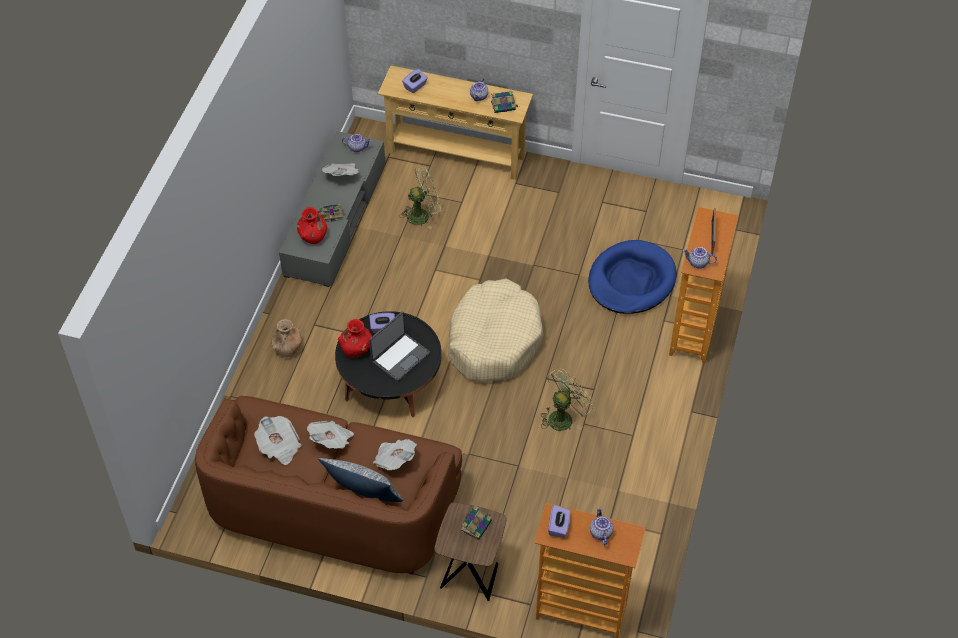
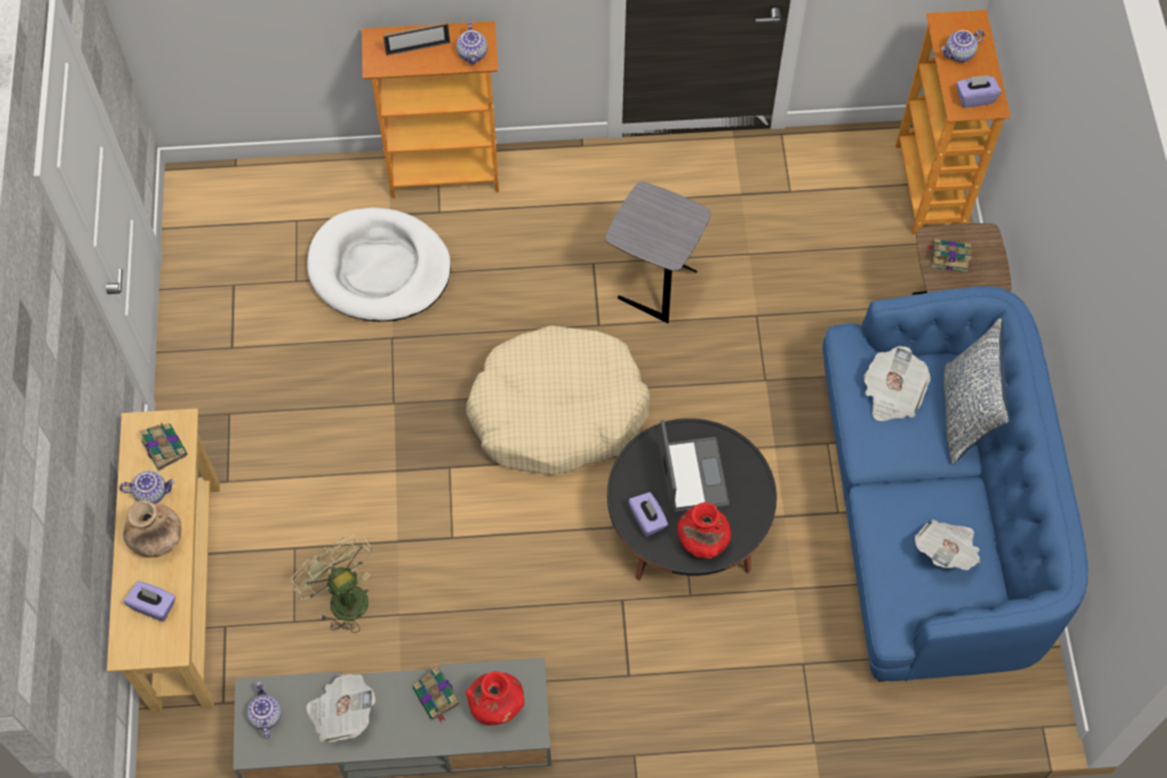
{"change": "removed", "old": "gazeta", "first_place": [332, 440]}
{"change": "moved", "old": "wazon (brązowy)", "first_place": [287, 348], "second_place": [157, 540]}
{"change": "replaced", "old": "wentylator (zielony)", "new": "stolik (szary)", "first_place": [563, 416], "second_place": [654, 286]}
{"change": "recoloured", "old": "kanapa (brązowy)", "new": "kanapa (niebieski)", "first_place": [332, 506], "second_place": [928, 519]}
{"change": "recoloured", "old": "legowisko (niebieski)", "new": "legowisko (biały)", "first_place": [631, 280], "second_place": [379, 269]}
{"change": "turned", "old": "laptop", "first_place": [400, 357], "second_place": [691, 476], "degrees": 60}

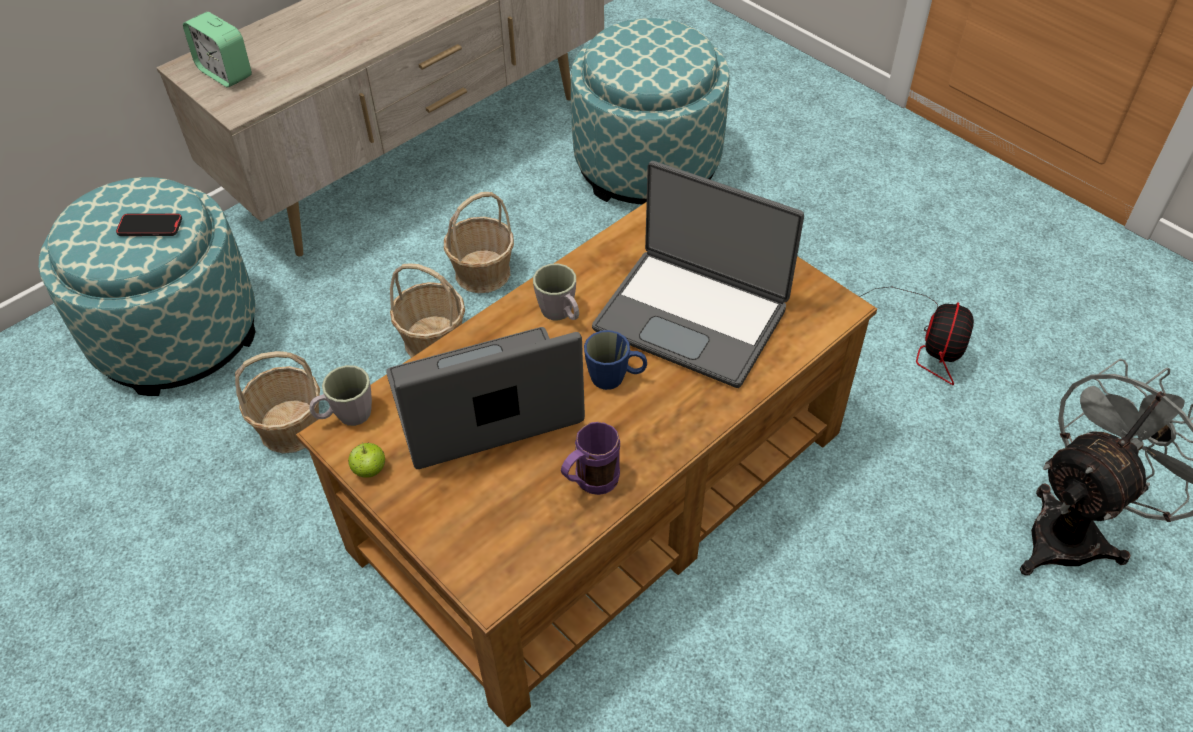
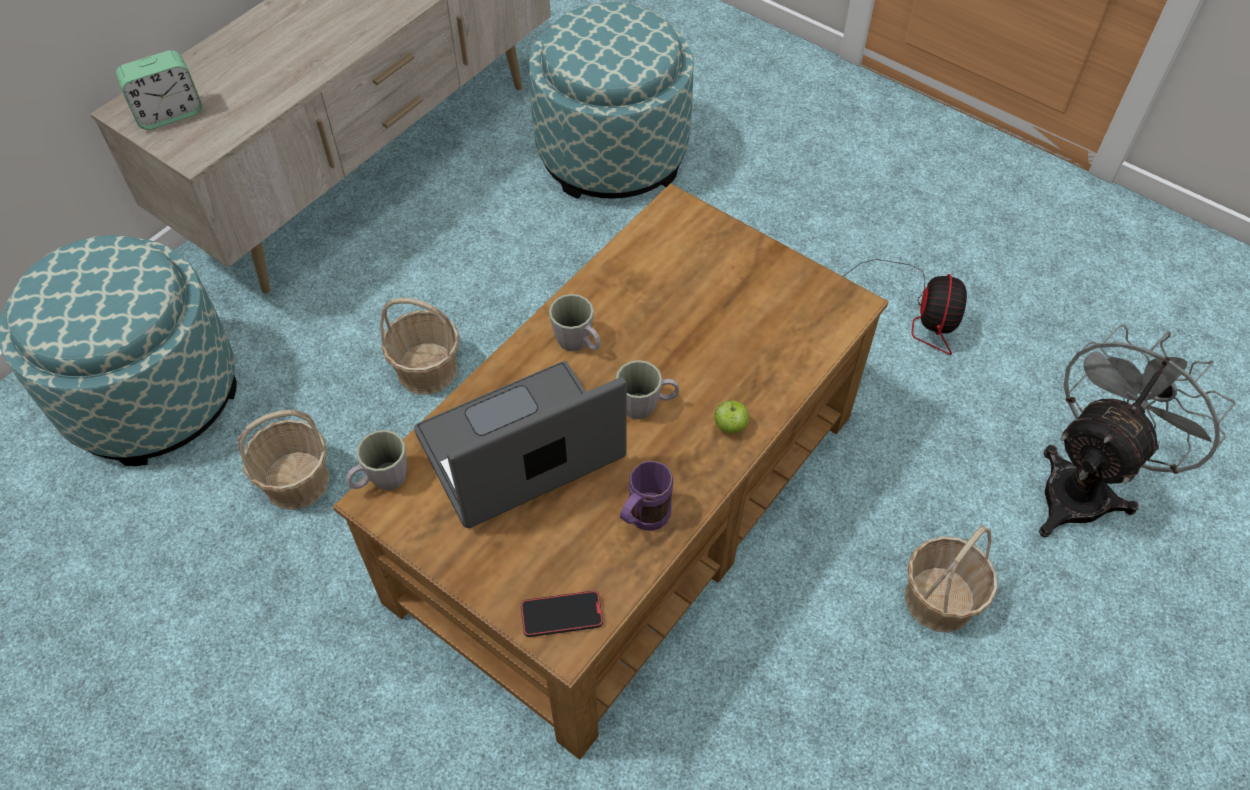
{"change": "removed", "old": "laptop", "first_place": [692, 316]}
{"change": "moved", "old": "telefon", "first_place": [150, 227], "second_place": [562, 615]}
{"change": "moved", "old": "jabłko", "first_place": [370, 470], "second_place": [730, 426]}
{"change": "moved", "old": "koszyk", "first_place": [482, 273], "second_place": [938, 600]}
{"change": "recoloured", "old": "kubek (niebieski)", "new": "kubek (szary)", "first_place": [615, 378], "second_place": [646, 405]}
{"change": "turned", "old": "budzik", "first_place": [225, 73], "second_place": [169, 113], "degrees": -60}

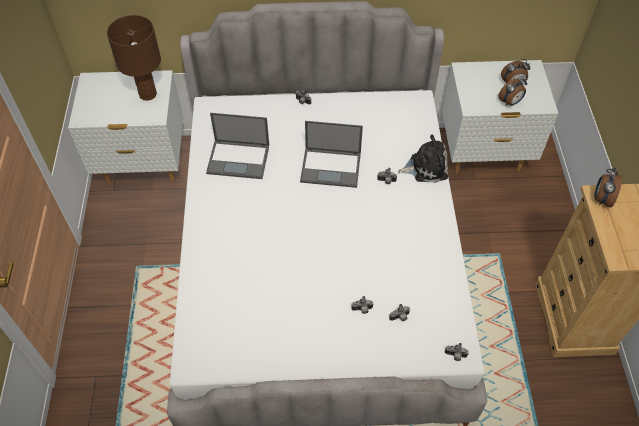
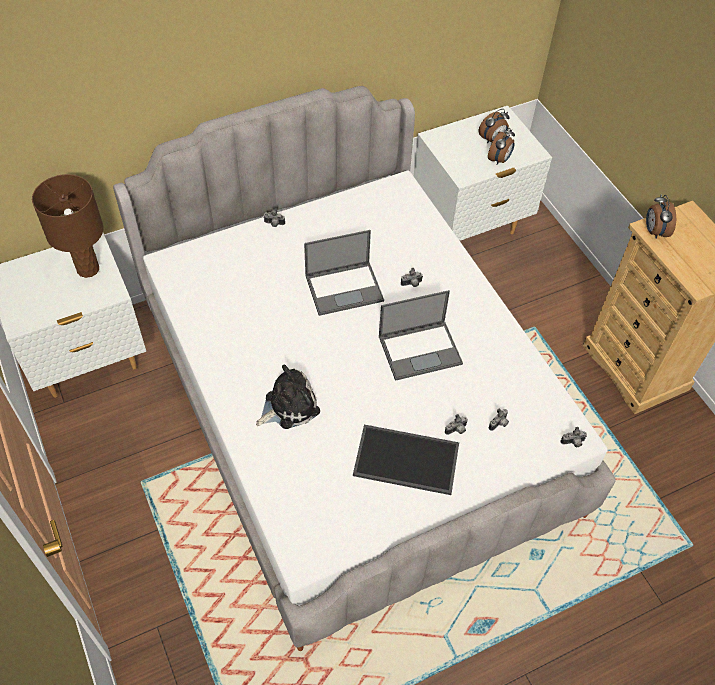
{"change": "added", "new": "taca", "second_place": [405, 461]}
{"change": "moved", "old": "laptop", "first_place": [239, 159], "second_place": [421, 349]}
{"change": "moved", "old": "pluszak", "first_place": [426, 167], "second_place": [288, 405]}

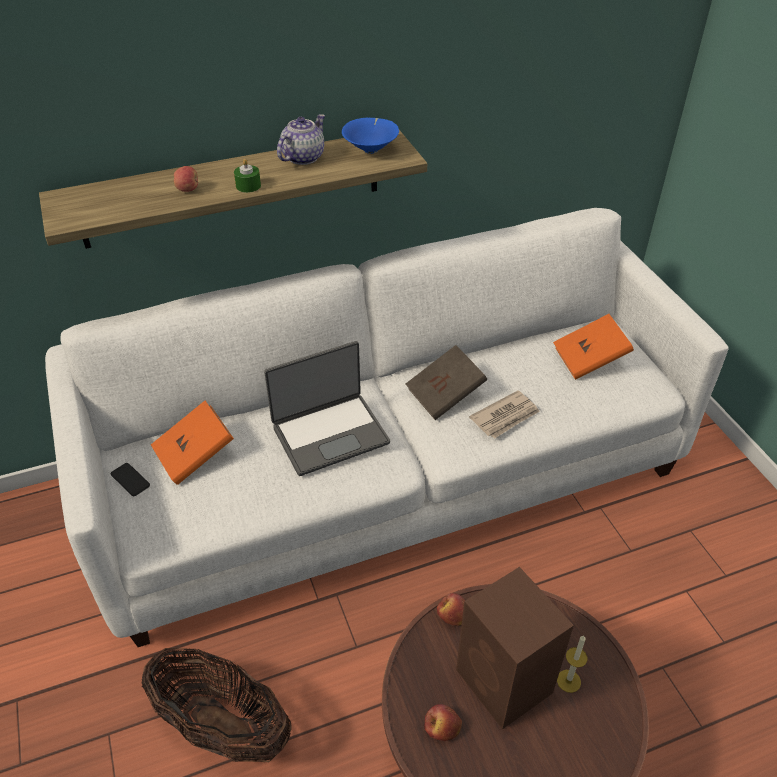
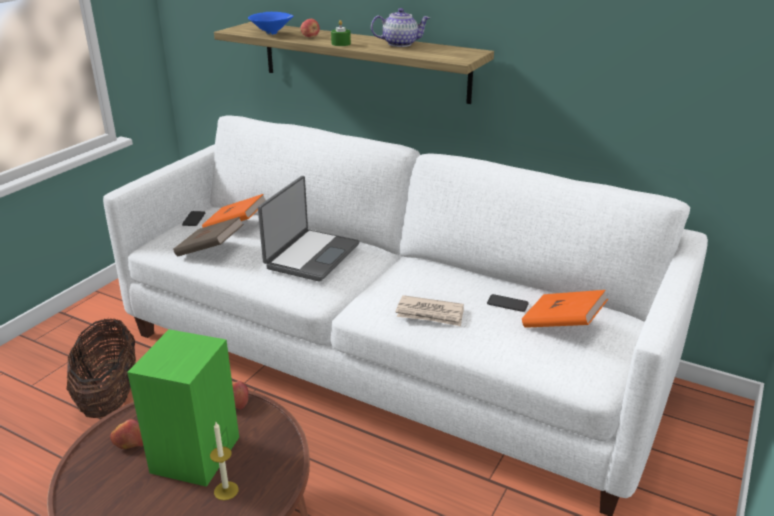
{"change": "added", "new": "telefon", "second_place": [507, 303]}
{"change": "moved", "old": "miska (niebieski)", "first_place": [371, 150], "second_place": [273, 33]}
{"change": "moved", "old": "książka (brązowy)", "first_place": [445, 395], "second_place": [210, 250]}
{"change": "recoloured", "old": "głośnik (brązowy)", "new": "głośnik (zielony)", "first_place": [505, 683], "second_place": [194, 456]}
{"change": "turned", "old": "laptop", "first_place": [330, 433], "second_place": [311, 256], "degrees": -90}

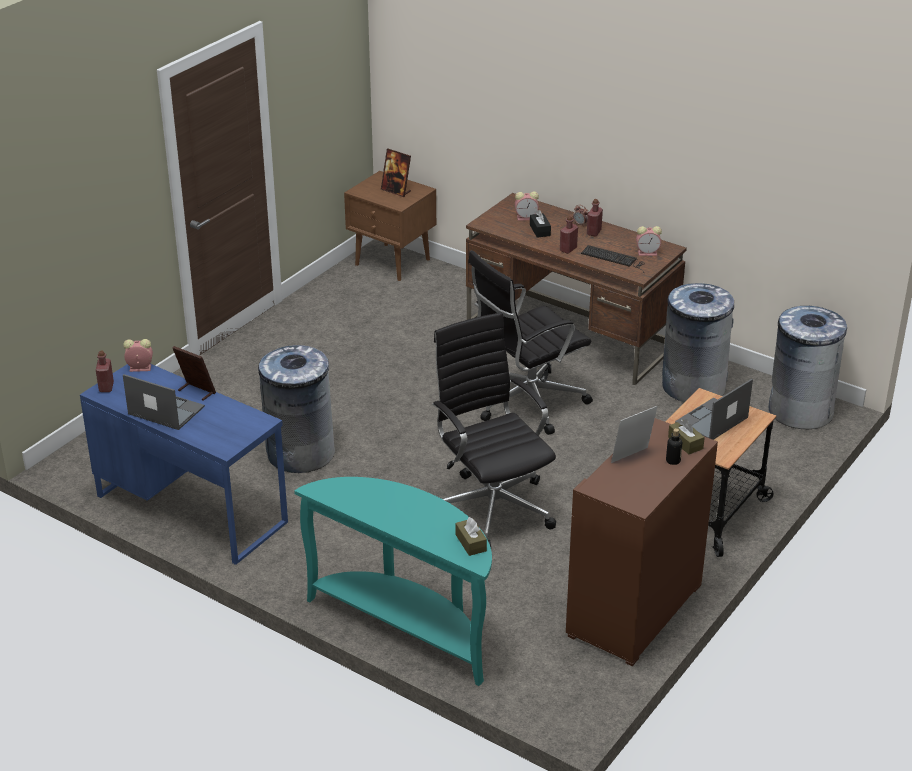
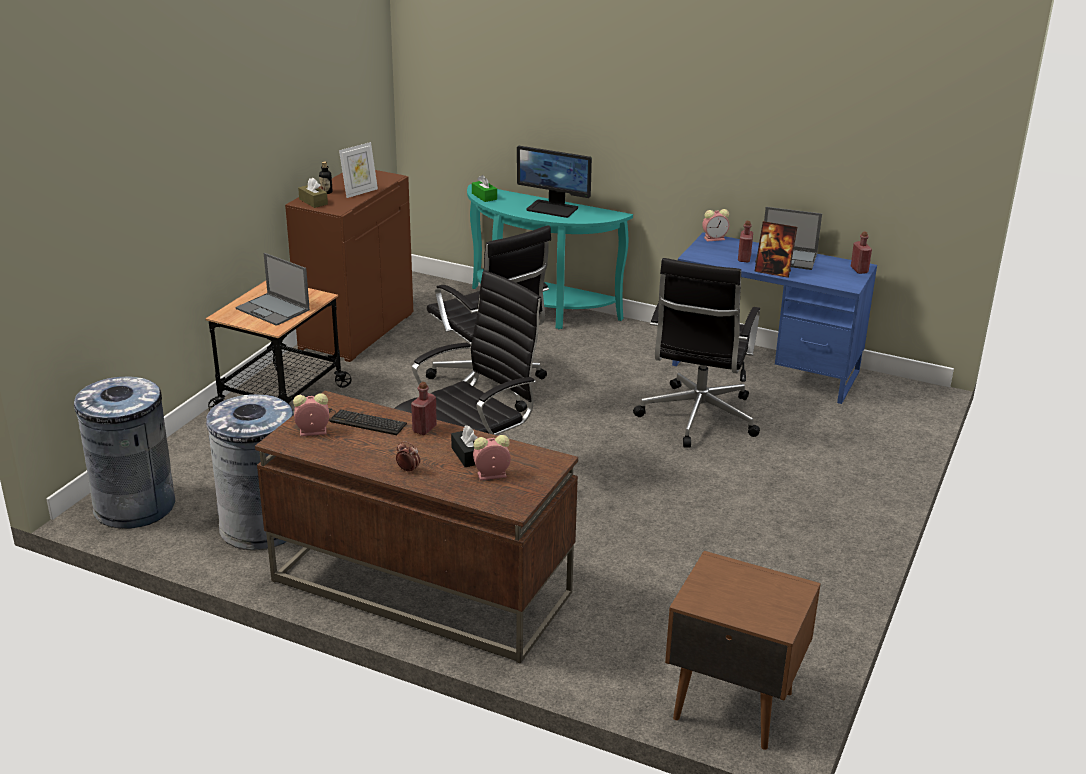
{"change": "removed", "old": "ramka na zdjęcie", "first_place": [396, 191]}
{"change": "added", "new": "monitor", "second_place": [553, 208]}
{"change": "moved", "old": "budzik", "first_place": [139, 368], "second_place": [715, 238]}
{"change": "moved", "old": "butelka (czerwony)", "first_place": [594, 232], "second_place": [744, 258]}
{"change": "replaced", "old": "kosz na śmieci (szary)", "new": "krzesło biurowe (czarny)", "first_place": [300, 453], "second_place": [697, 418]}
{"change": "recoloured", "old": "pudełko chusteczek (brązowy)", "new": "pudełko chusteczek (zielony)", "first_place": [470, 543], "second_place": [484, 196]}
{"change": "turned", "old": "laptop", "first_place": [711, 421], "second_place": [273, 309], "degrees": 90}

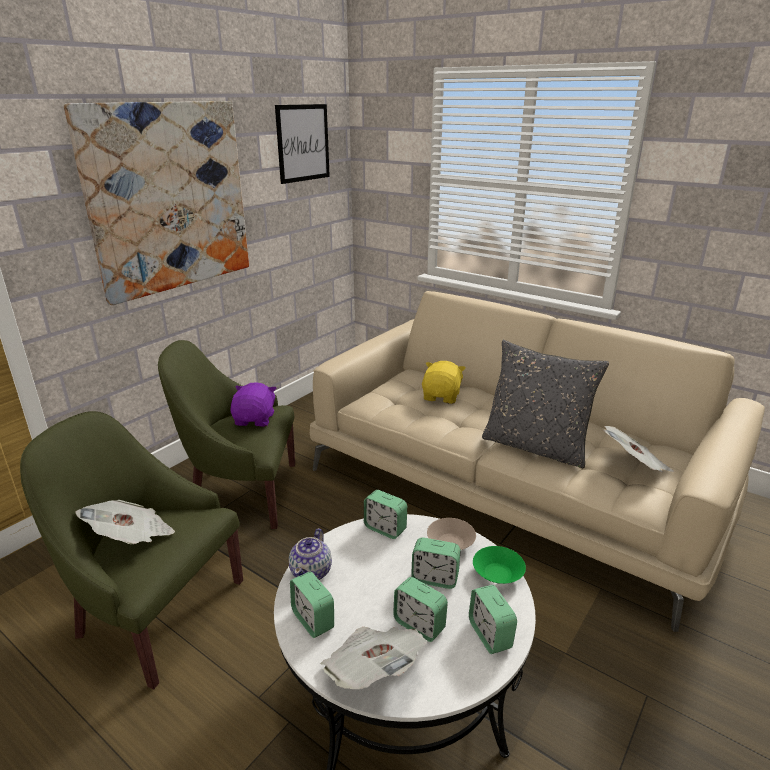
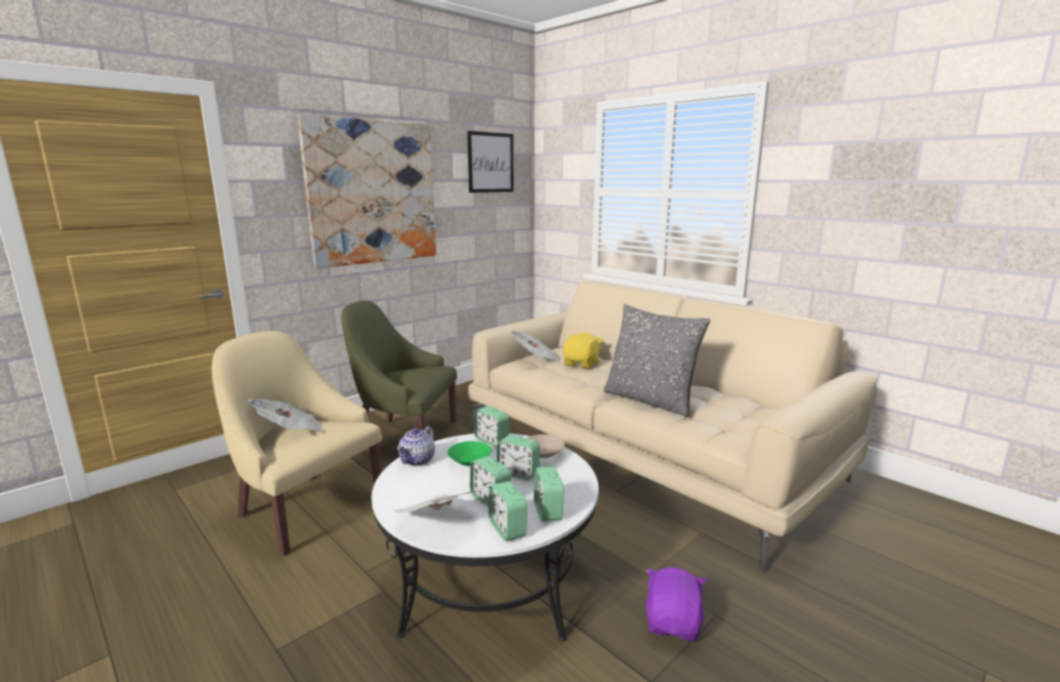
{"change": "moved", "old": "pluszak (fioletowy)", "first_place": [255, 420], "second_place": [673, 623]}
{"change": "moved", "old": "budzik", "first_place": [313, 620], "second_place": [507, 529]}
{"change": "moved", "old": "miska (zielony)", "first_place": [498, 574], "second_place": [470, 461]}
{"change": "moved", "old": "gazeta", "first_place": [634, 466], "second_place": [536, 358]}
{"change": "recoloured", "old": "fotel (zielony)", "new": "fotel (beżowy)", "first_place": [155, 612], "second_place": [305, 507]}

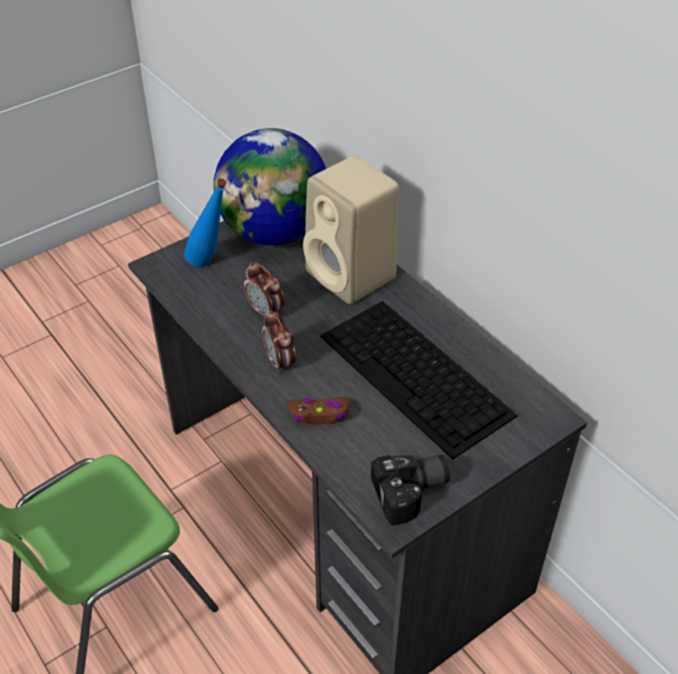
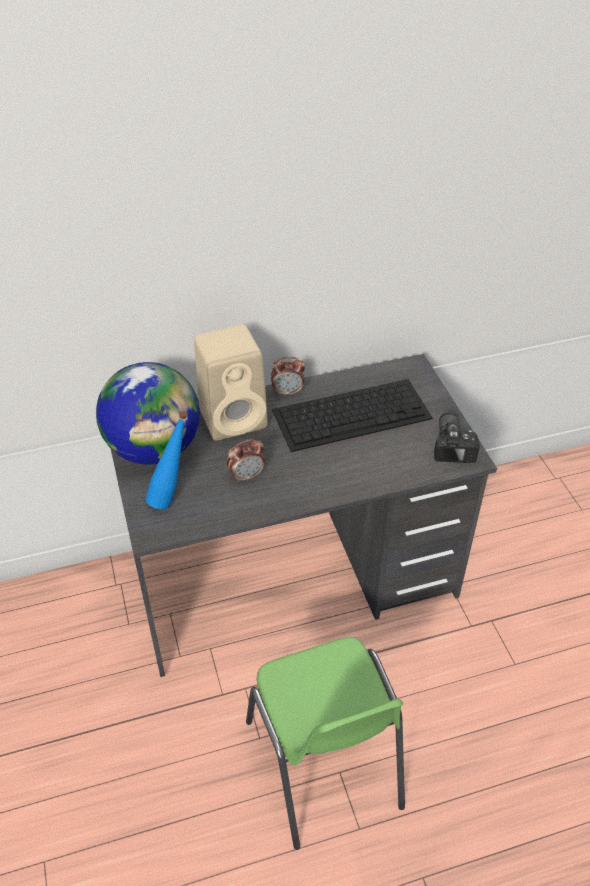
{"change": "removed", "old": "pad do gier (brązowy)", "first_place": [319, 414]}
{"change": "moved", "old": "budzik", "first_place": [280, 362], "second_place": [288, 392]}

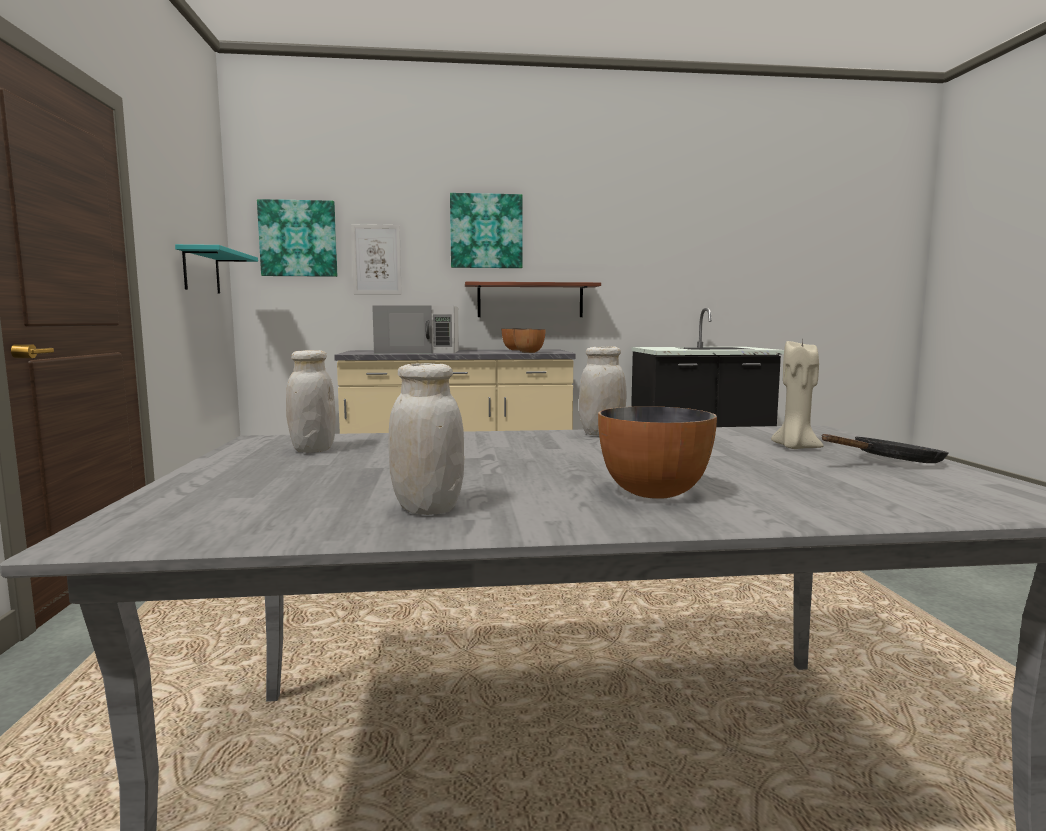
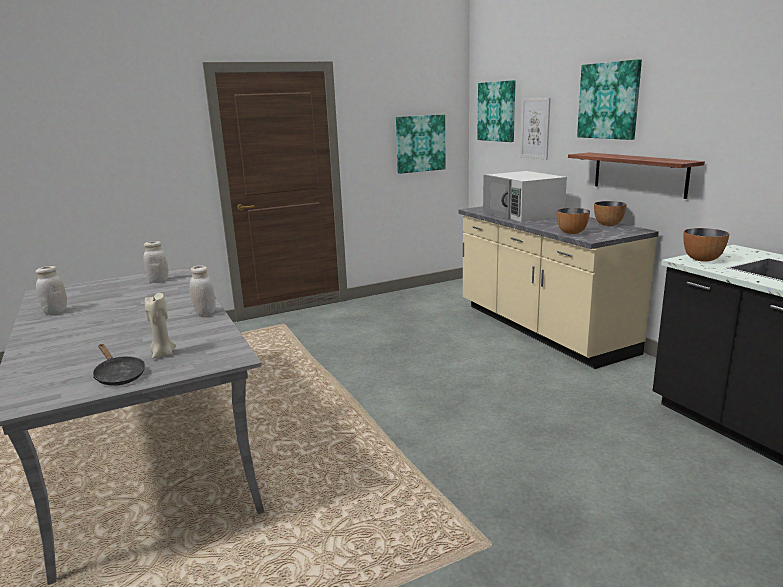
{"change": "moved", "old": "miska", "first_place": [653, 493], "second_place": [702, 259]}
{"change": "replaced", "old": "półka (turkusowy)", "new": "obraz", "first_place": [201, 271], "second_place": [420, 143]}

